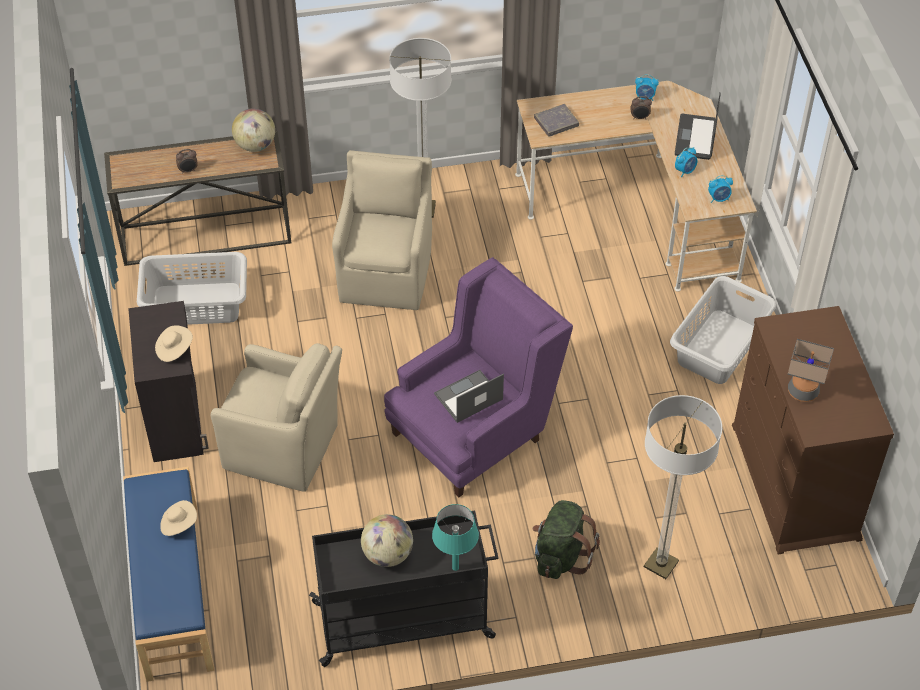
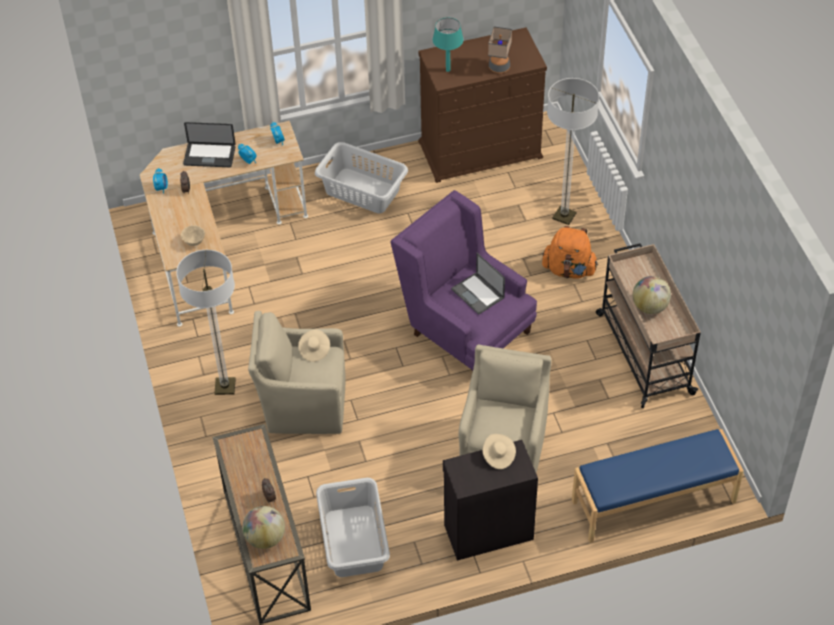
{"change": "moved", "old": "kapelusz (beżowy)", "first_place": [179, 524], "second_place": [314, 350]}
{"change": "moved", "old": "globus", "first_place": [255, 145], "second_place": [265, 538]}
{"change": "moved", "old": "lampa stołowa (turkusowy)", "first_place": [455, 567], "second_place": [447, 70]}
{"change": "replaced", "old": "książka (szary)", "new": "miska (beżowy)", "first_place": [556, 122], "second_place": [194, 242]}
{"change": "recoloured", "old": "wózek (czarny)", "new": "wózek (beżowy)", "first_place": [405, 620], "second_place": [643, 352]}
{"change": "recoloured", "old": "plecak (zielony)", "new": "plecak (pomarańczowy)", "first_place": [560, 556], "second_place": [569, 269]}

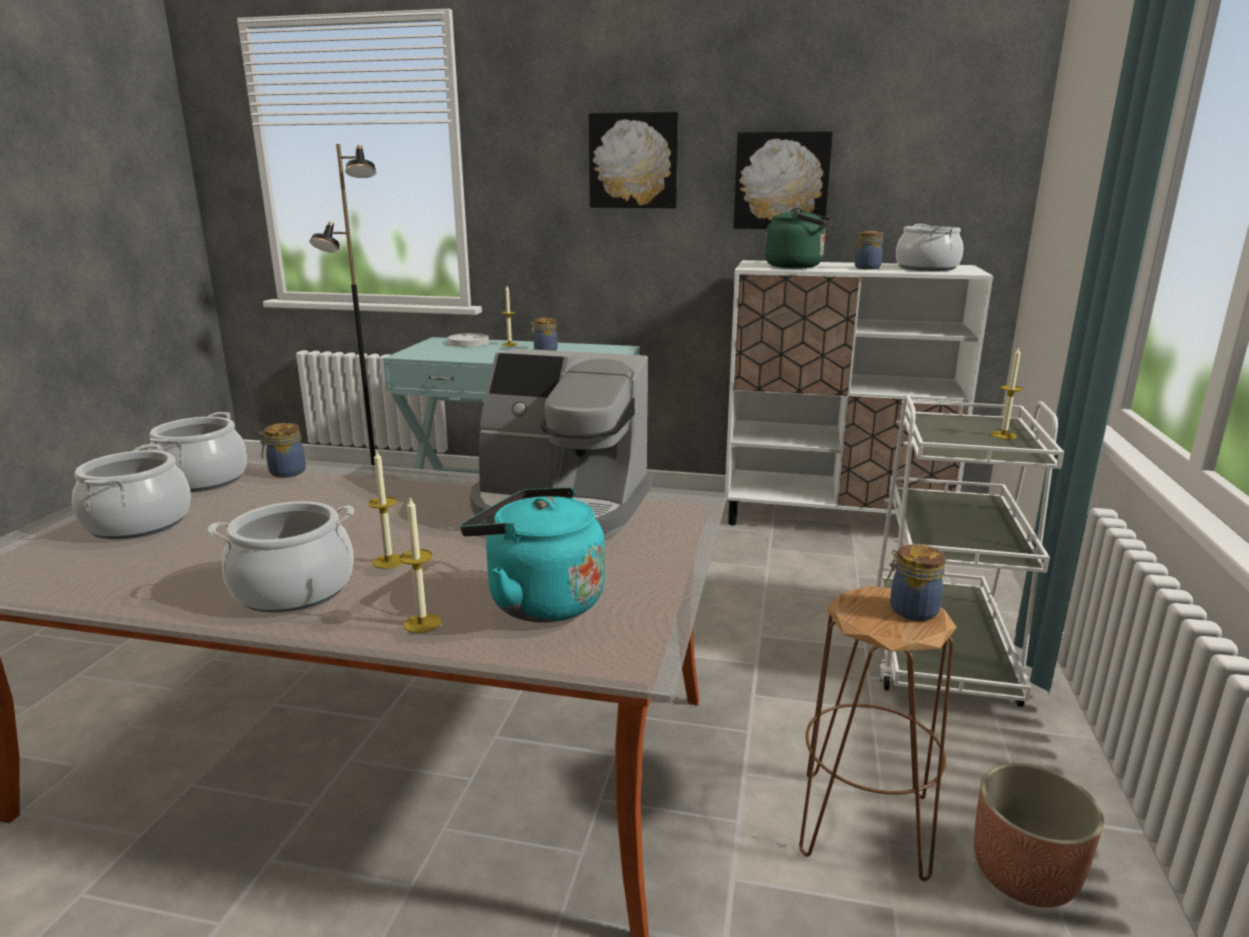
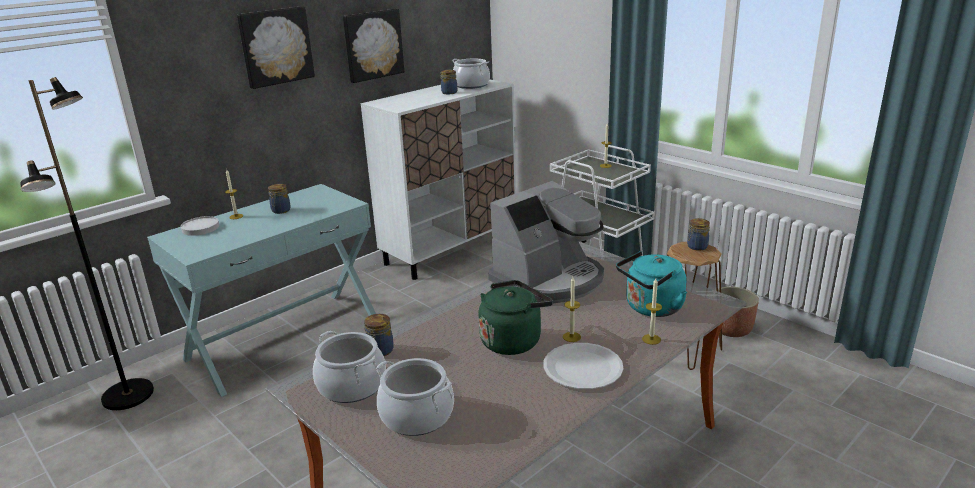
{"change": "moved", "old": "czajnik (zielony)", "first_place": [797, 266], "second_place": [513, 340]}
{"change": "replaced", "old": "garnek", "new": "talerz (biały)", "first_place": [294, 589], "second_place": [583, 368]}

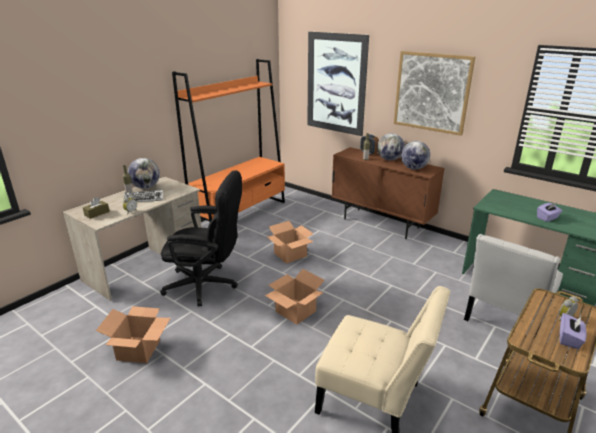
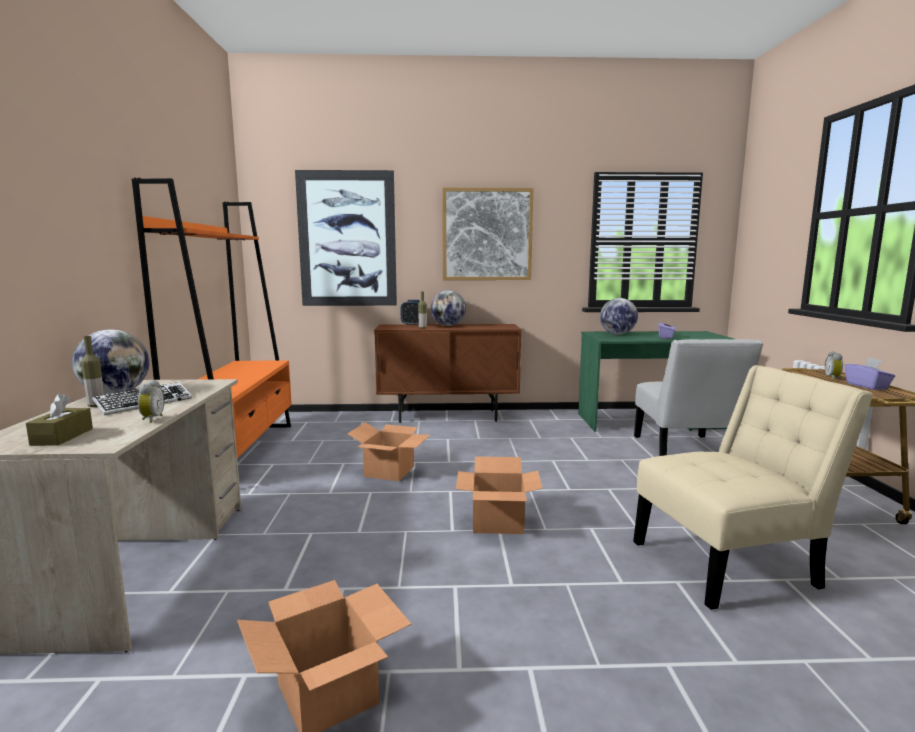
{"change": "removed", "old": "krzesło biurowe (czarny)", "first_place": [207, 285]}
{"change": "moved", "old": "globus", "first_place": [413, 168], "second_place": [617, 334]}

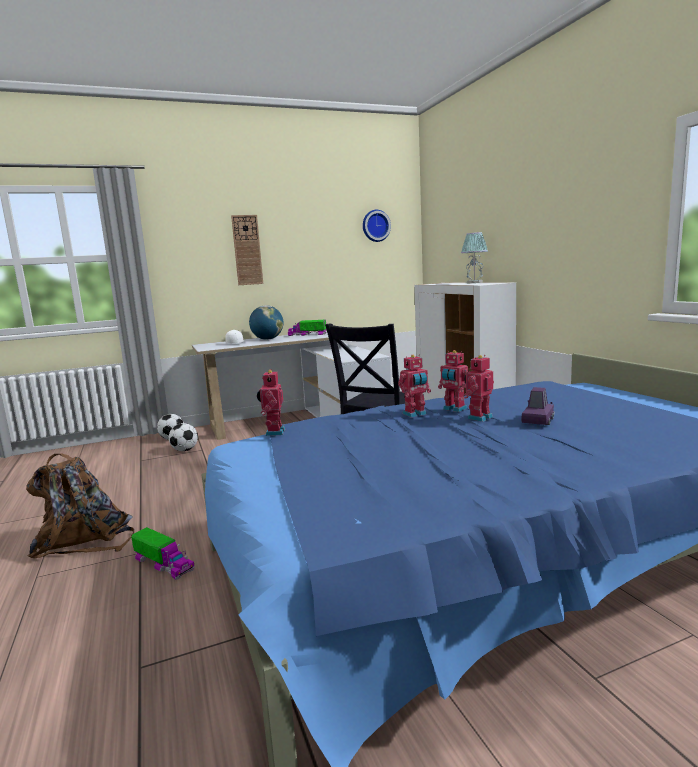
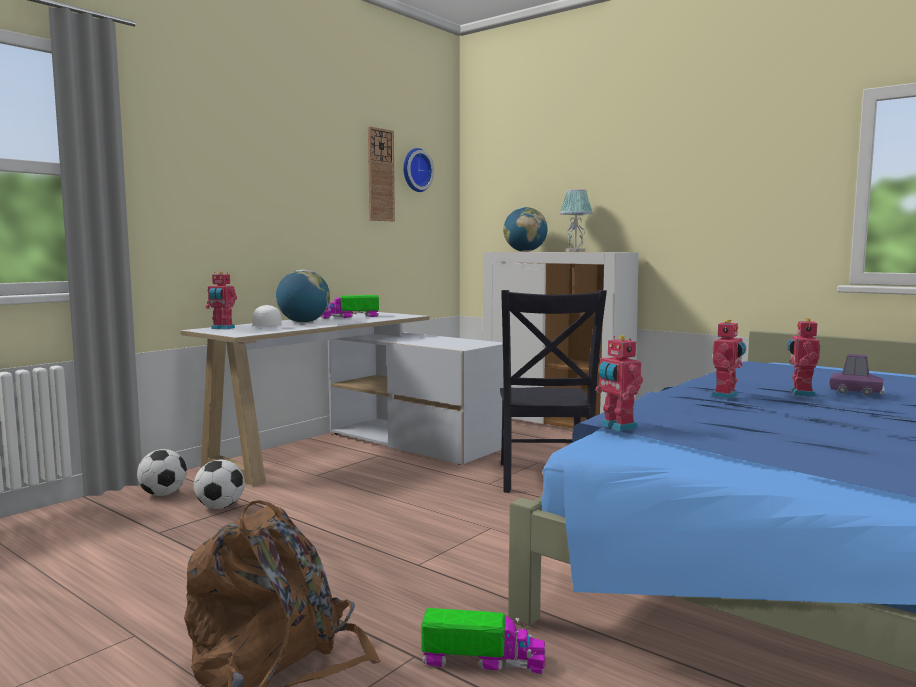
{"change": "added", "new": "globus", "second_place": [525, 251]}
{"change": "moved", "old": "zegar ścienny", "first_place": [247, 250], "second_place": [380, 175]}
{"change": "moved", "old": "robot zabawkowy", "first_place": [454, 409], "second_place": [222, 328]}
{"change": "turned", "old": "samochodzik (fioletowy)", "first_place": [537, 420], "second_place": [856, 392], "degrees": 120}

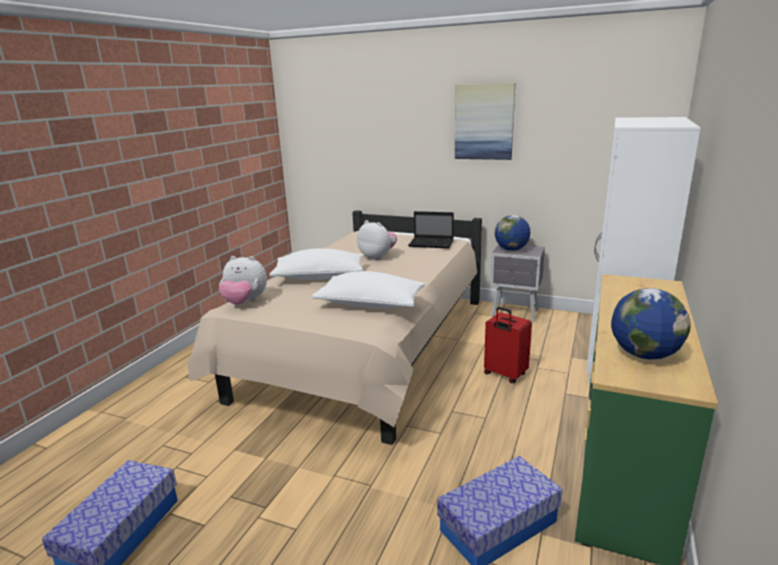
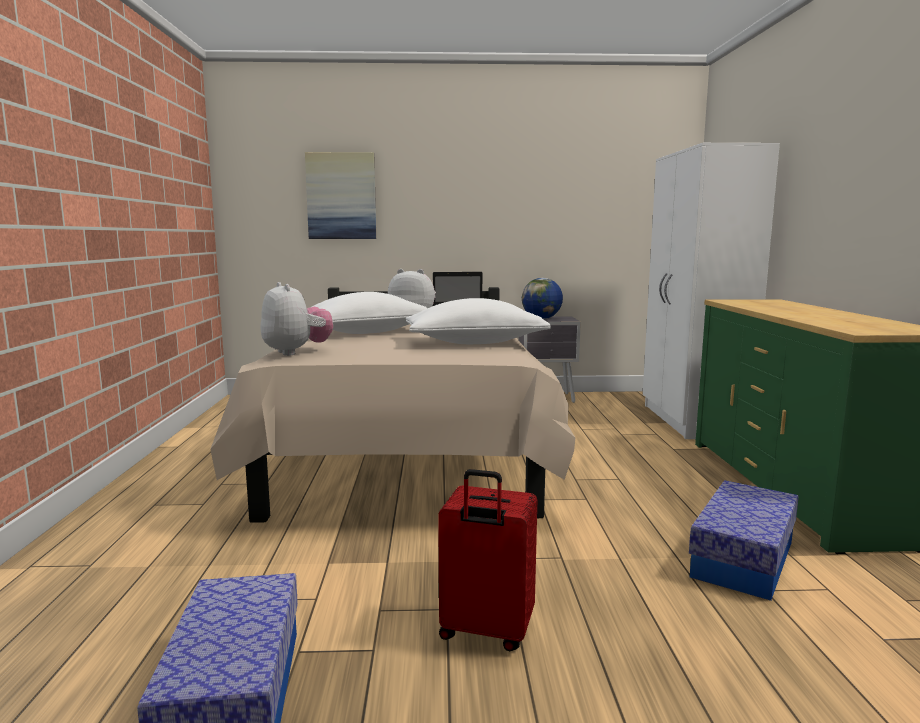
{"change": "removed", "old": "globus", "first_place": [644, 355]}
{"change": "moved", "old": "obraz", "first_place": [484, 122], "second_place": [341, 196]}
{"change": "moved", "old": "walizka (czerwony)", "first_place": [504, 374], "second_place": [485, 632]}
{"change": "turned", "old": "pluszak", "first_place": [245, 302], "second_place": [296, 352], "degrees": -105}

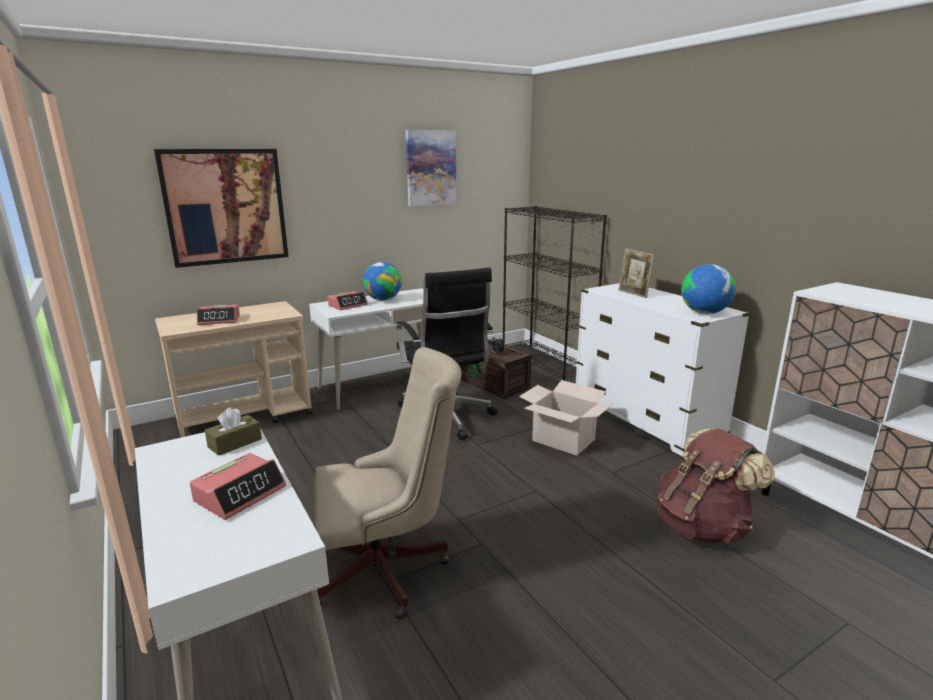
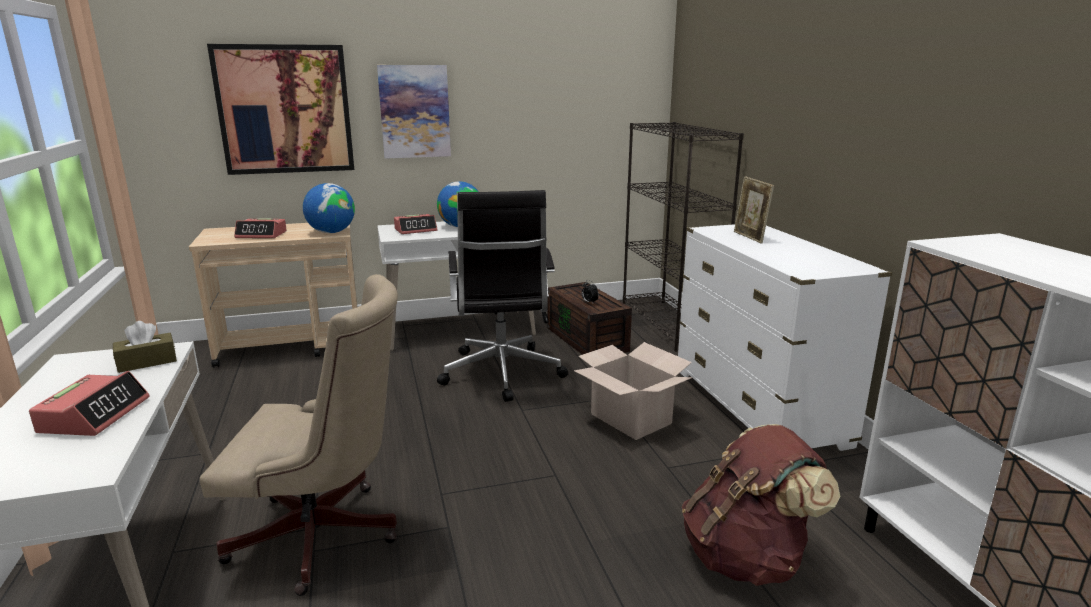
{"change": "moved", "old": "obraz", "first_place": [431, 168], "second_place": [414, 111]}
{"change": "moved", "old": "globus", "first_place": [704, 313], "second_place": [331, 232]}
{"change": "turned", "old": "budzik", "first_place": [240, 494], "second_place": [95, 415], "degrees": -45}

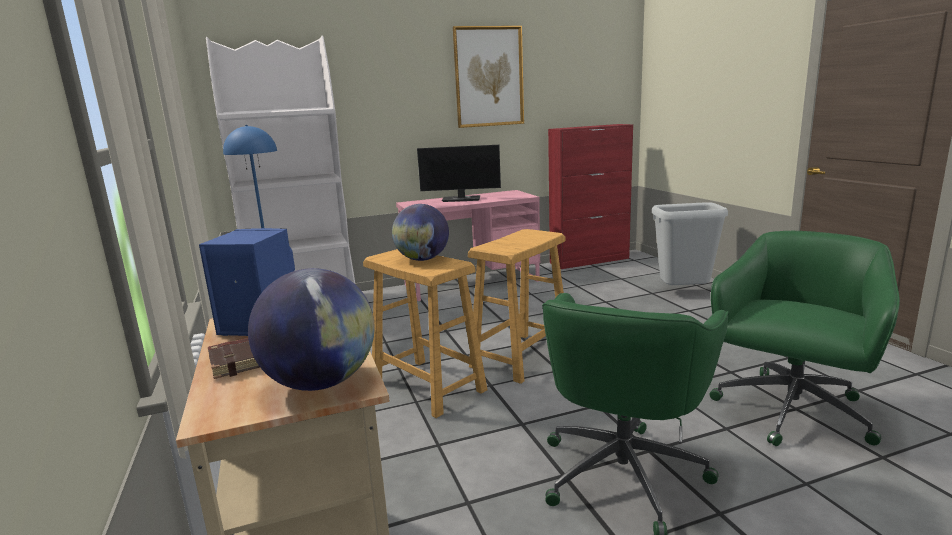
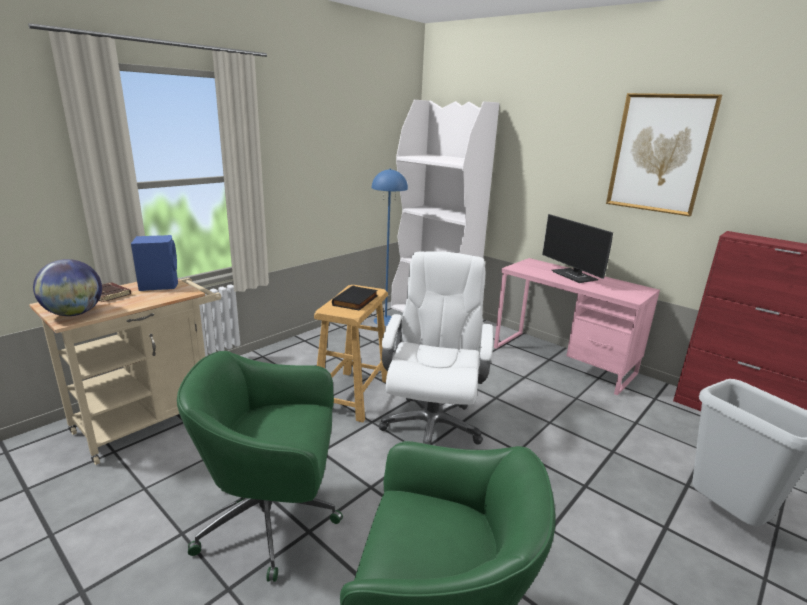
{"change": "replaced", "old": "globus", "new": "książka (czarny)", "first_place": [422, 259], "second_place": [356, 301]}
{"change": "replaced", "old": "stołek (beżowy)", "new": "krzesło biurowe (biały)", "first_place": [521, 357], "second_place": [431, 425]}

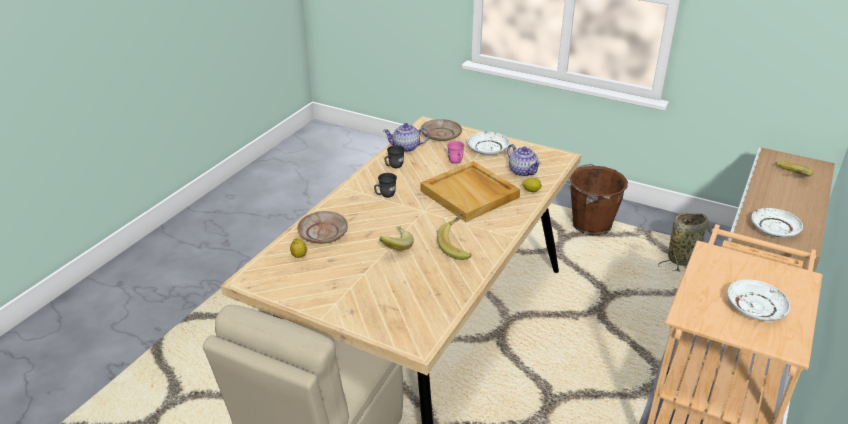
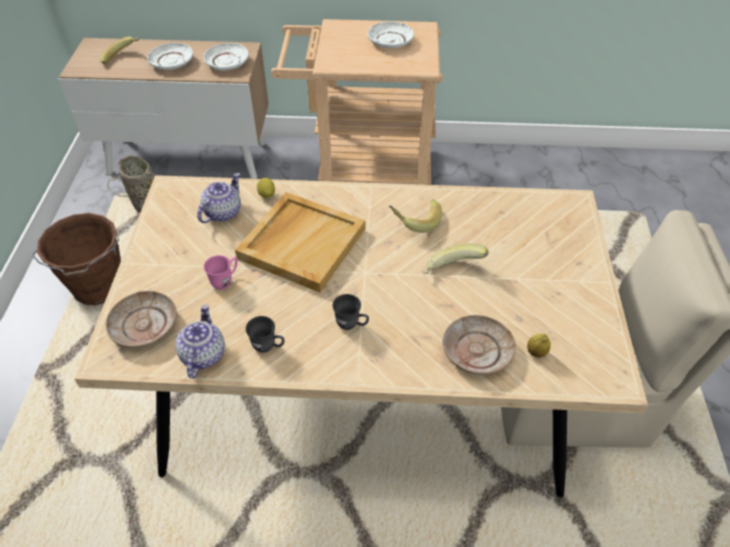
{"change": "moved", "old": "talerz (biały)", "first_place": [487, 149], "second_place": [172, 62]}
{"change": "turned", "old": "imbryk", "first_place": [406, 148], "second_place": [202, 354], "degrees": -150}

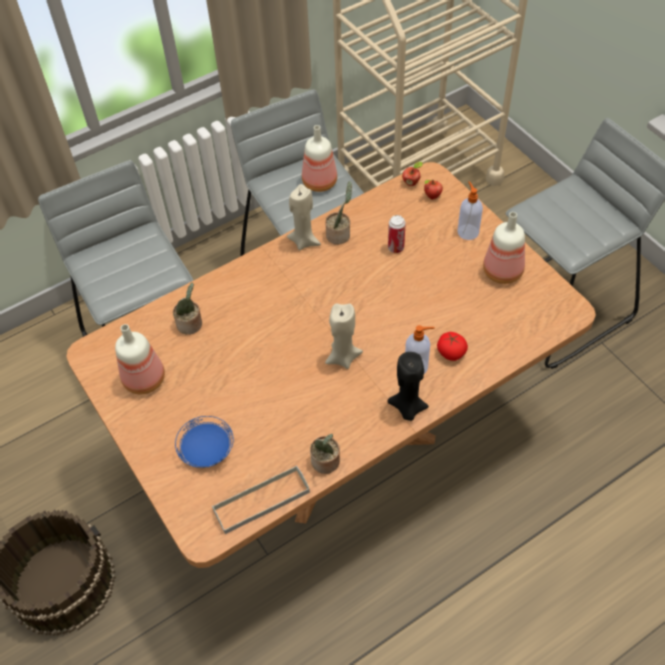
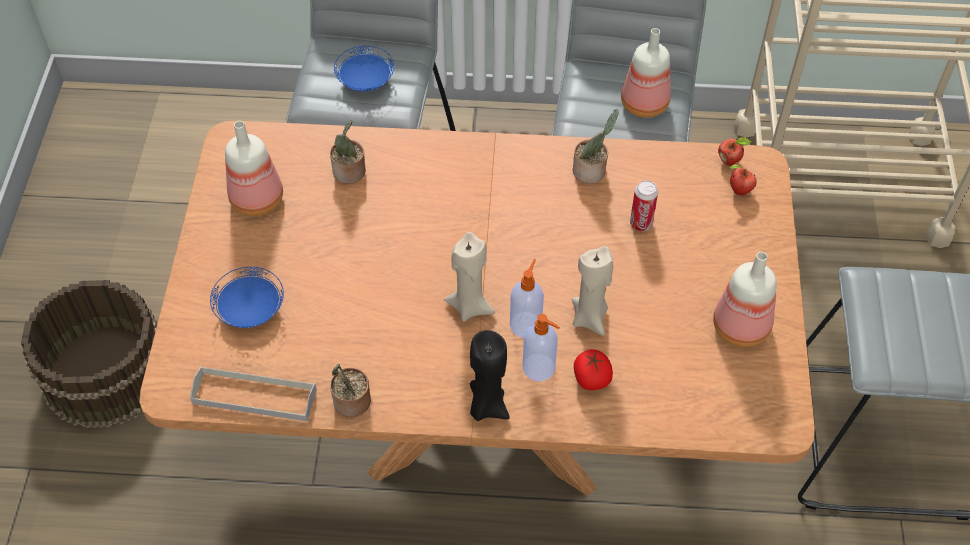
{"change": "added", "new": "talerz (niebieski)", "second_place": [365, 81]}
{"change": "moved", "old": "świeca (beżowy)", "first_place": [304, 241], "second_place": [590, 317]}
{"change": "moved", "old": "dozownik mydła", "first_place": [467, 231], "second_place": [526, 324]}

